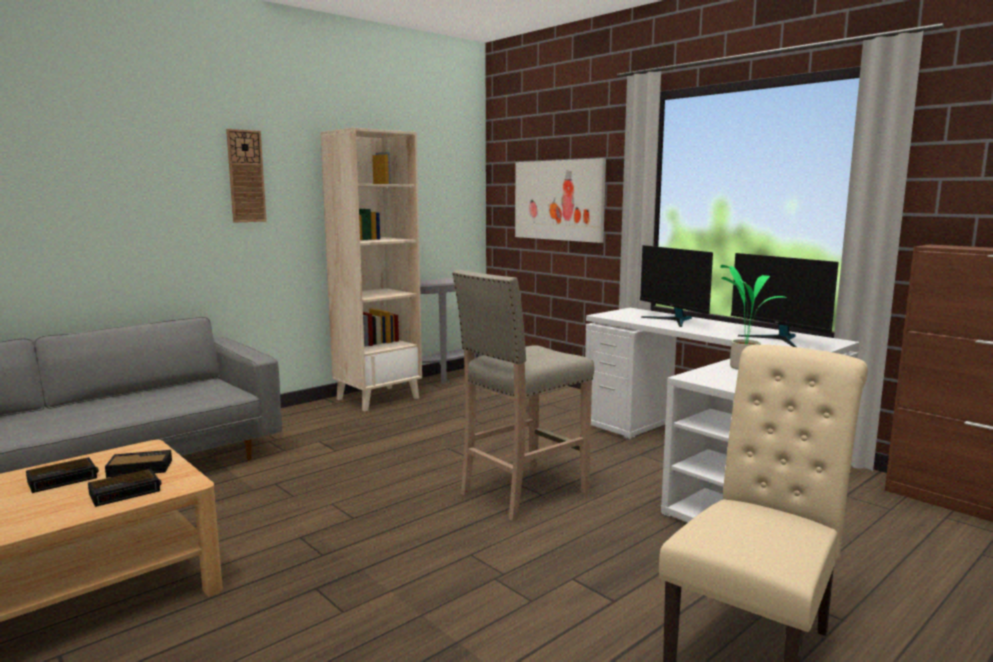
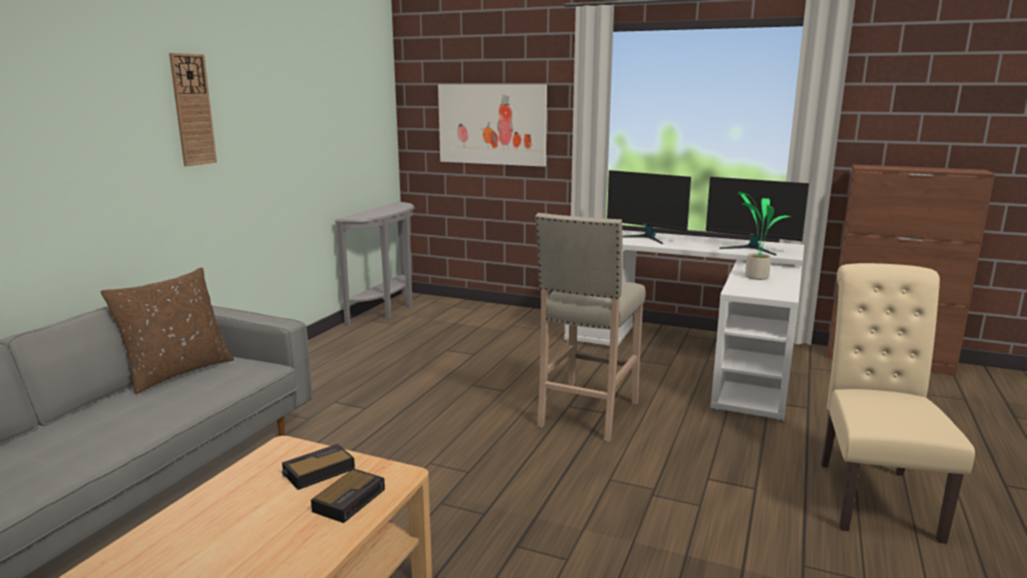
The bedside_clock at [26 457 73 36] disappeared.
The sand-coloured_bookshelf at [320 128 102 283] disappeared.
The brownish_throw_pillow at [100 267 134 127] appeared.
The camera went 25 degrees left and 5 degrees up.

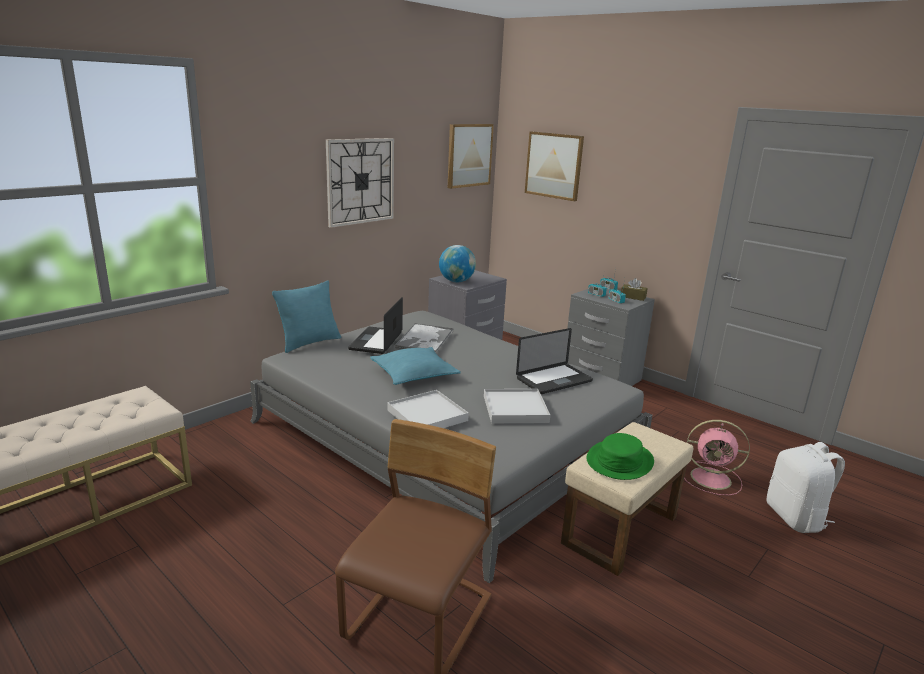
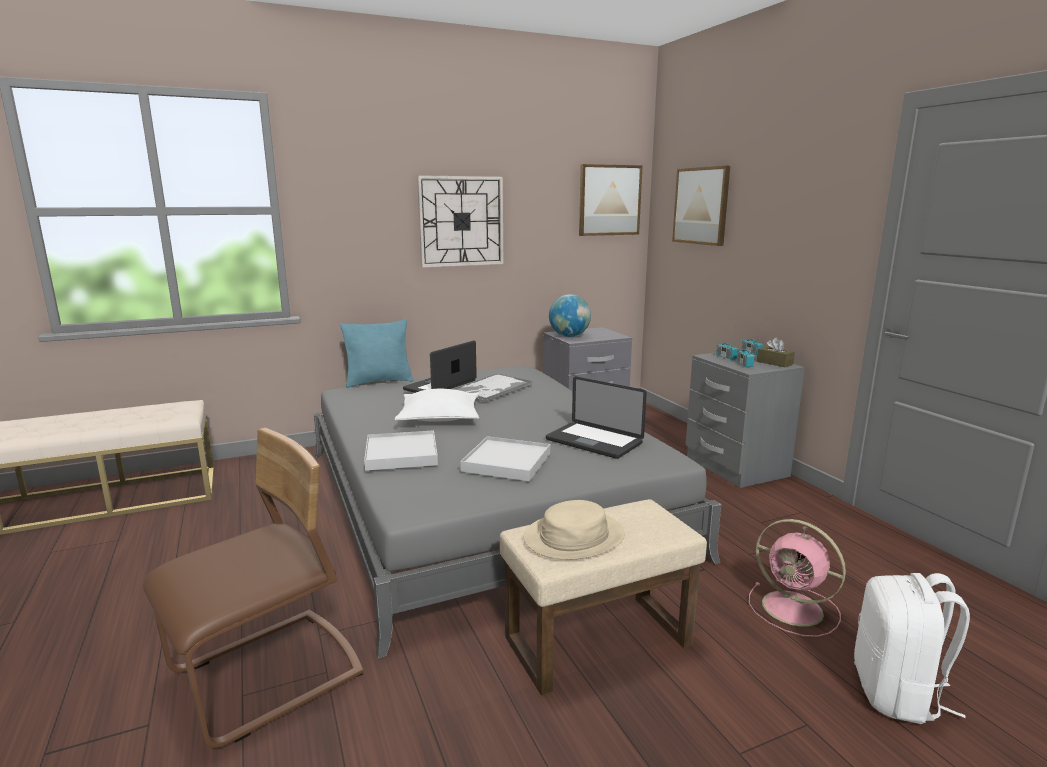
The turquoise_throw_pillow at [370 347 91 38] became the white_throw_pillow at [394 389 85 33].
The green_wearable_hat at [586 433 68 47] became the sand-coloured_wearable_hat at [523 500 102 60].
The laptop at [516 328 77 66] turned 45 degrees clockwise.
The camera went 25 degrees right and 5 degrees down.

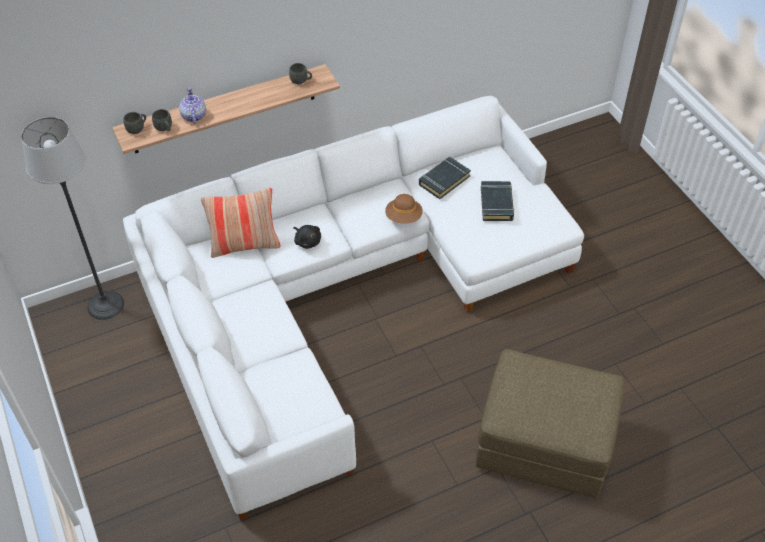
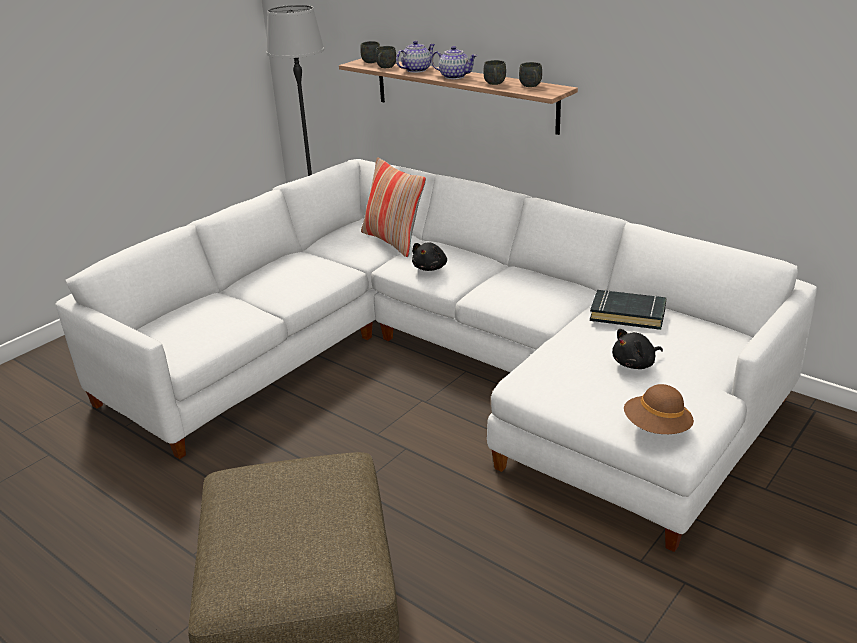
The tea_pot at [431 46 47 33] appeared.
The greyish_coffee_mug at [483 60 23 25] appeared.
The brownish_wearable_hat moved from [385 194 38 30] to [624 384 70 50].
The black_book at [481 181 33 40] was replaced by the black_soft_toy at [612 329 51 40].
The camera went 65 degrees right and 20 degrees down.

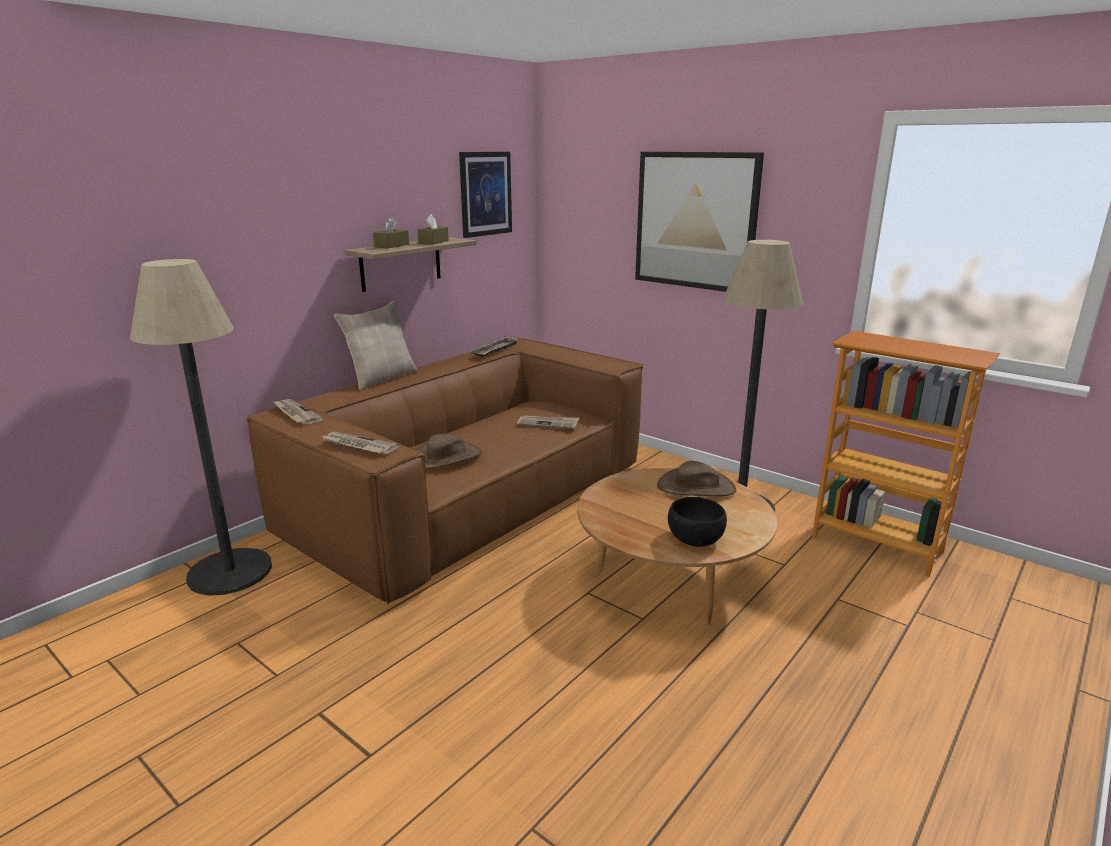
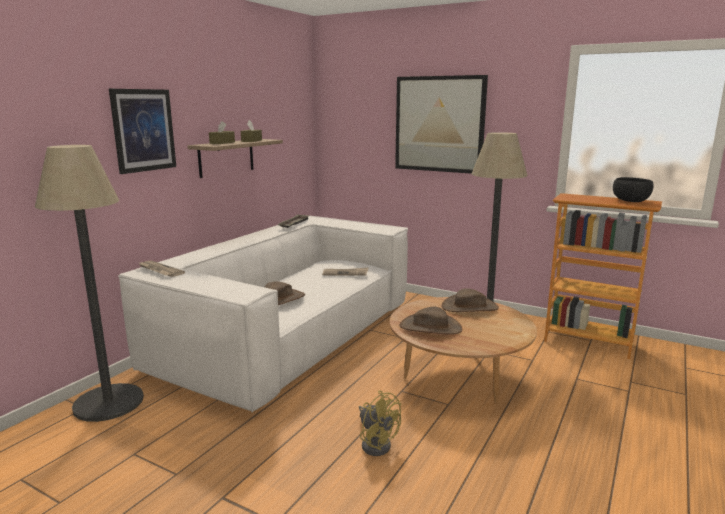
The printed_paper at [320 432 79 22] disappeared.
The sand-coloured_throw_pillow at [334 301 83 89] disappeared.
The yellow-coloured_fan at [359 391 42 65] appeared.
The brownish_wearable_hat at [399 307 63 28] appeared.
The wall_picture moved from [459 152 53 86] to [109 89 67 85].
The black_serving_bowl moved from [668 497 59 50] to [613 177 41 25].
The brownish_sofa at [246 338 398 266] became the white_sofa at [118 216 290 196].
The camera went 10 degrees left and 5 degrees down.

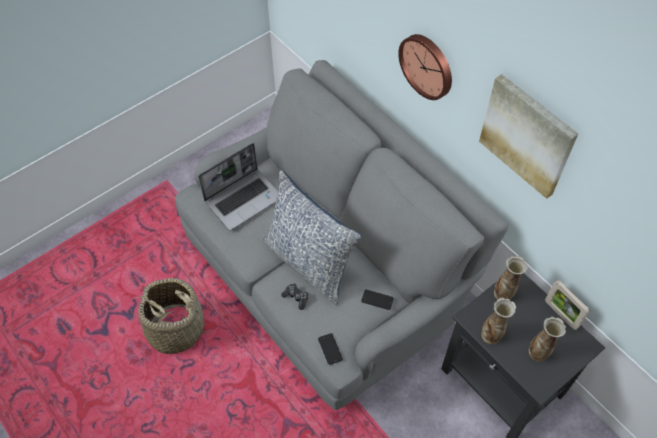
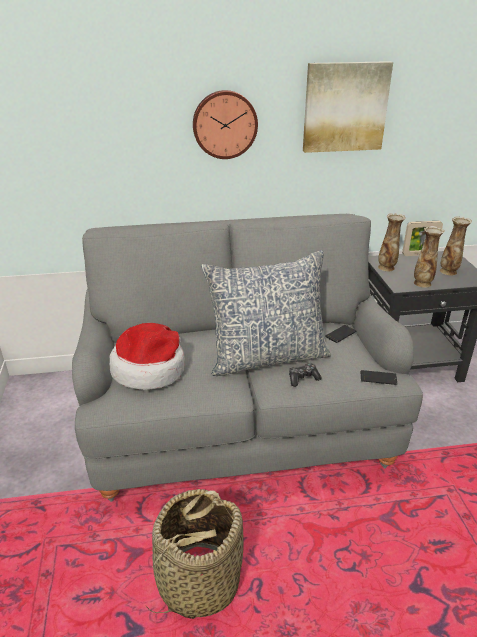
The laptop at [198 143 80 87] was replaced by the wearable_hat at [109 323 76 67].
The camera went 60 degrees left and 25 degrees down.

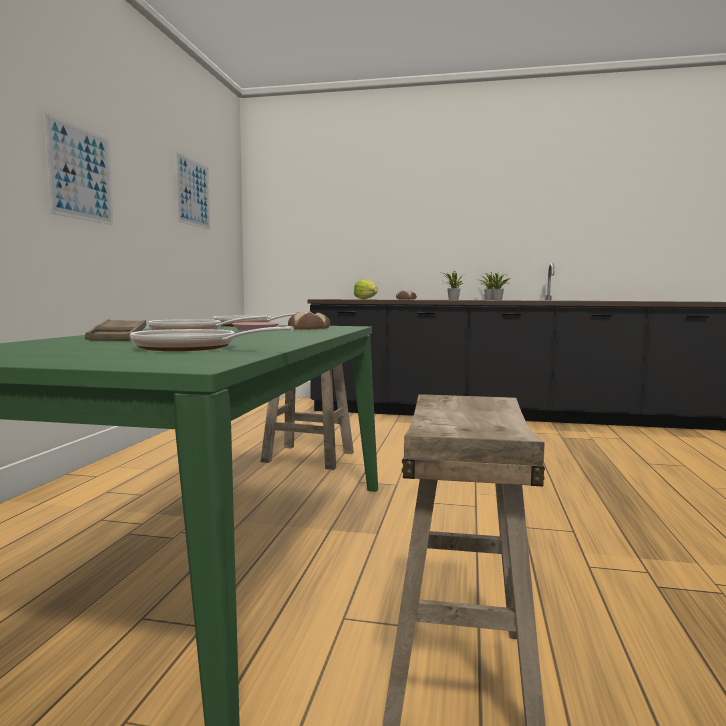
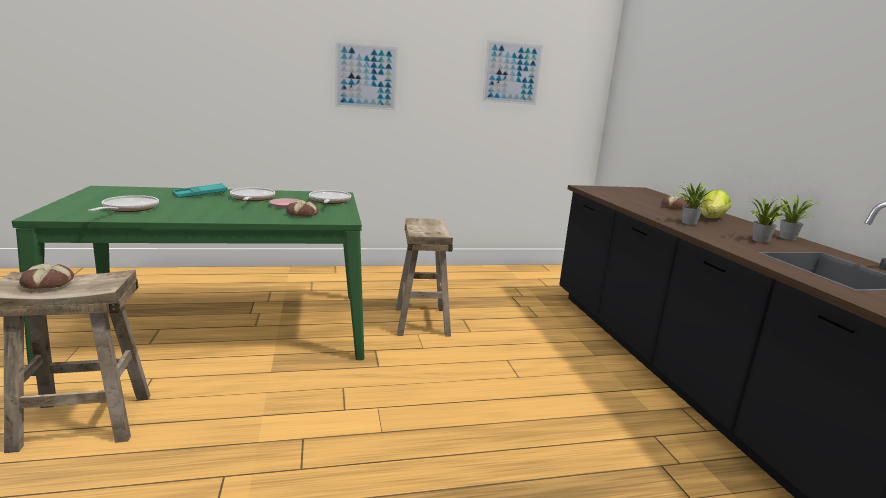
The baked_bread at [19 264 55 25] appeared.
The lettuce_head moved from [354 279 24 20] to [700 190 31 28].
The brownish_serving_tray at [85 319 61 22] became the turquoise_serving_tray at [173 183 55 15].
The camera went 65 degrees right and 10 degrees up.

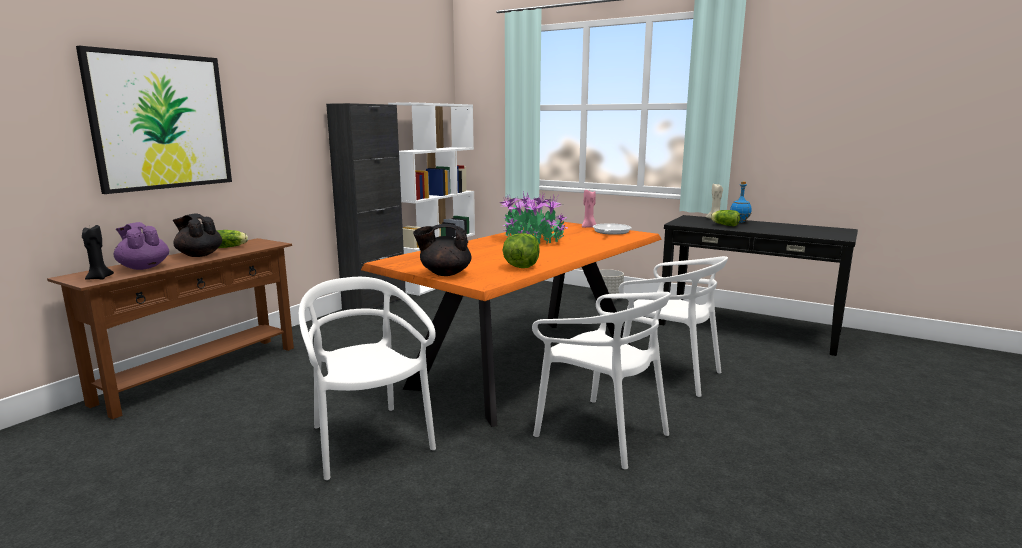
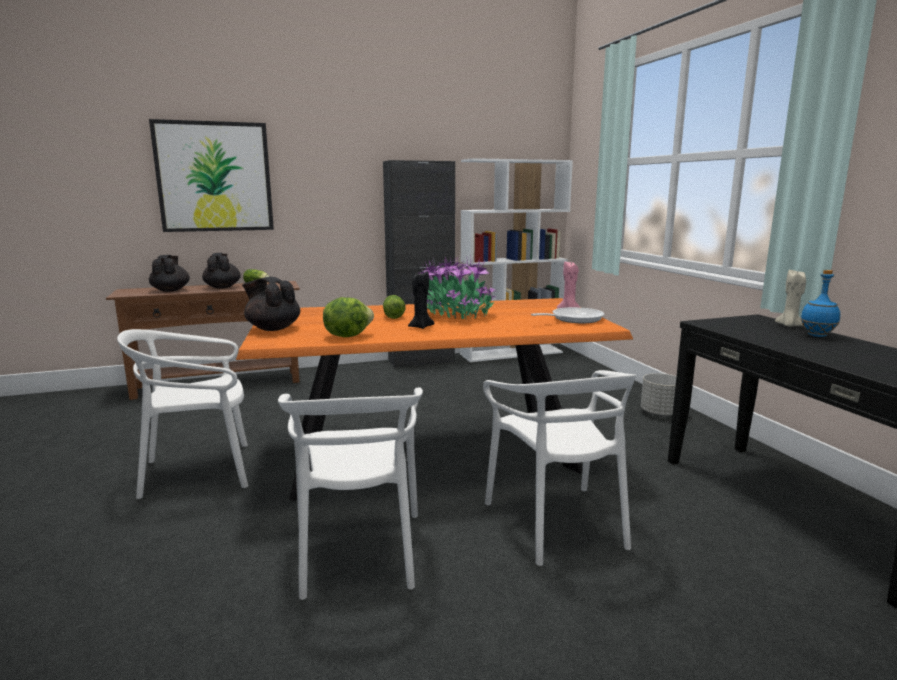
The black_wax_light moved from [82 225 32 55] to [408 271 27 58].
The lettuce_head moved from [710 210 30 16] to [383 295 22 24].
The purple-coloured_tea_pot at [114 222 55 48] became the black_tea_pot at [149 255 41 37].
The white_chair at [299 277 137 203] turned 120 degrees counterclockwise.
The camera went 40 degrees right and 0 degrees up.

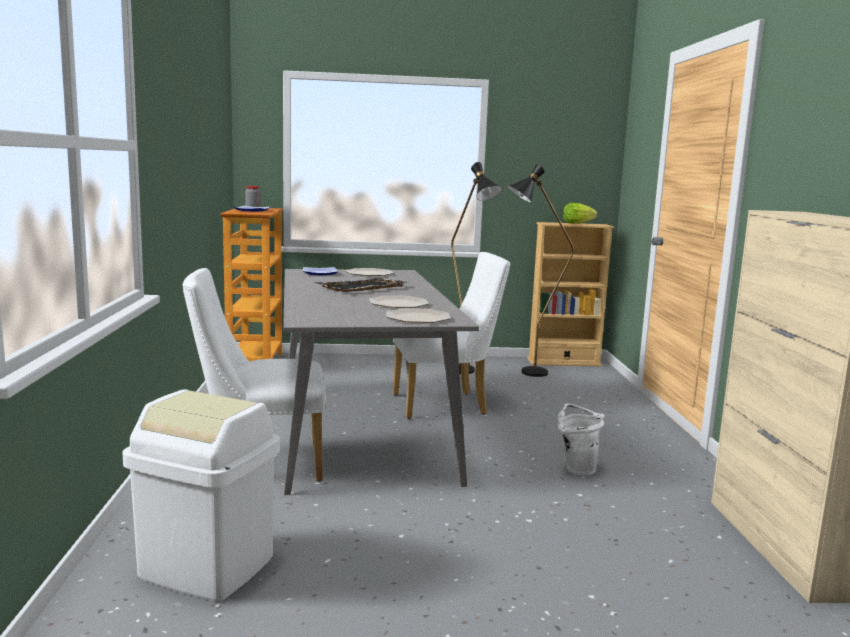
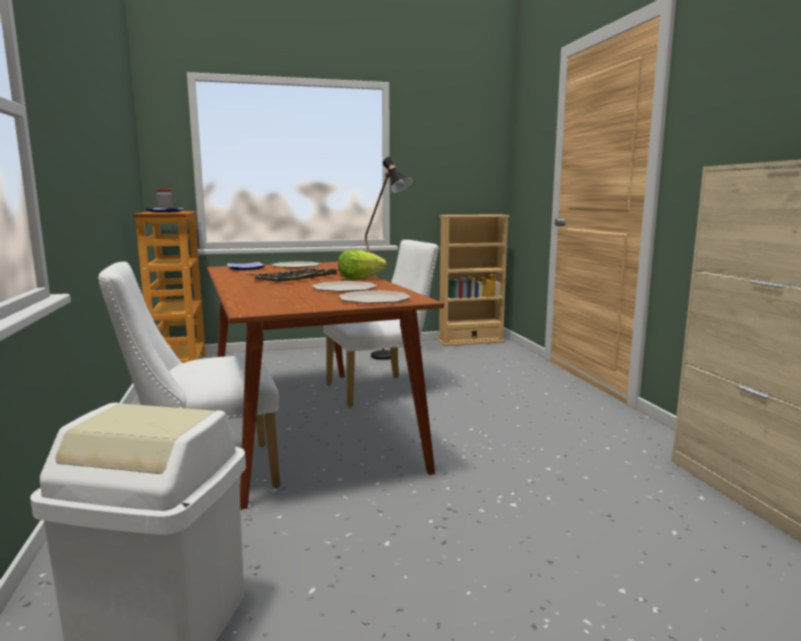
The black_standing_lamp at [507 164 67 213] disappeared.
The white_pail at [558 404 46 72] disappeared.
The lettuce_head moved from [563 203 34 21] to [338 250 49 29].
The greyish_dining_table at [283 269 196 226] became the brownish_dining_table at [207 262 237 248].
The camera went 10 degrees left and 0 degrees up.

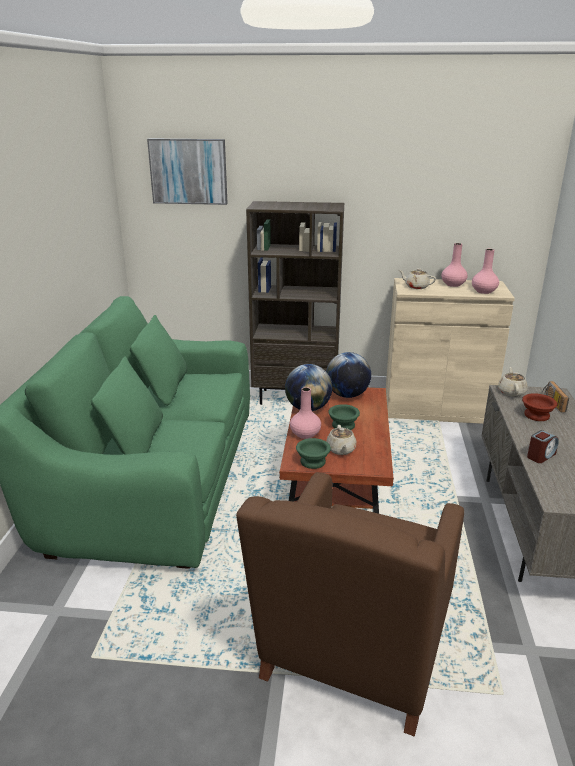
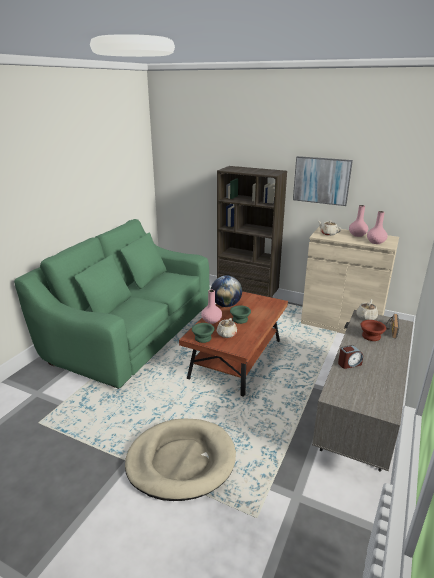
The globe at [326 352 45 46] disappeared.
The wall_picture moved from [147 138 81 67] to [293 156 60 50].
The brownish_armchair at [236 472 228 264] was replaced by the sand-coloured_pet_bed at [125 418 111 83].
The camera went 20 degrees right and 0 degrees up.

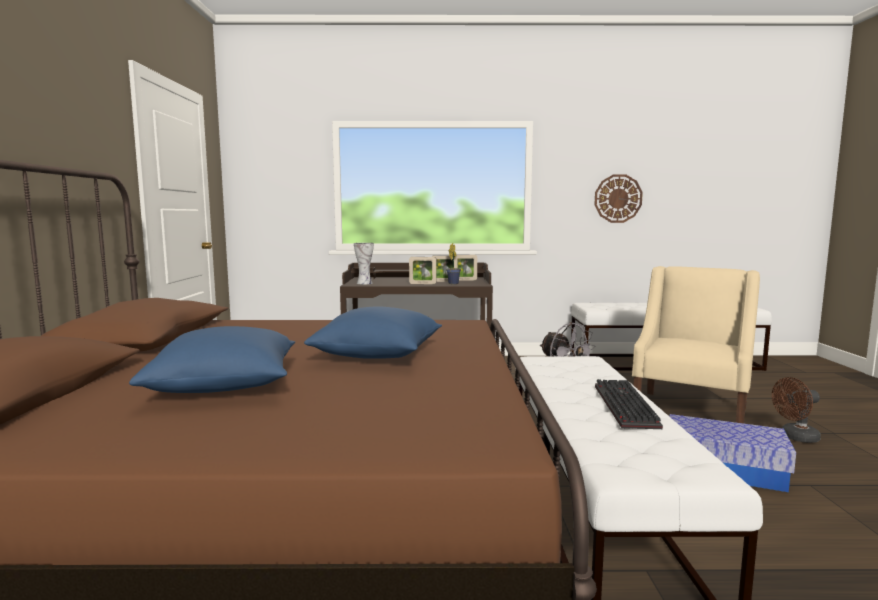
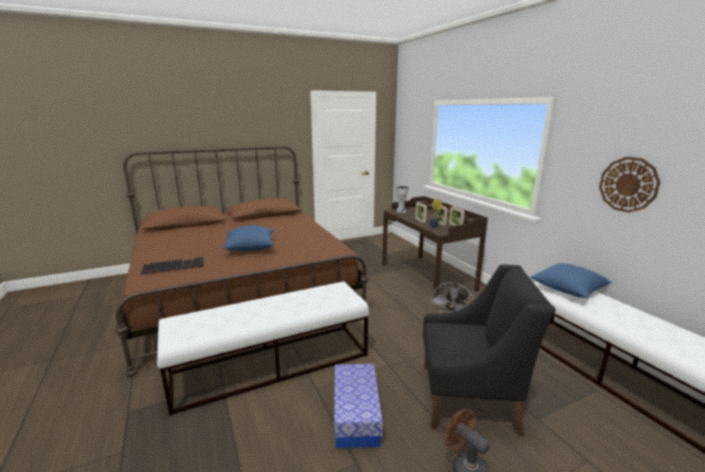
The bluish_throw_pillow moved from [129 326 166 67] to [530 263 82 35].
The keyboard moved from [595 379 68 50] to [141 257 63 18].
The sand-coloured_armchair at [632 266 128 158] became the black_armchair at [423 264 133 172].
The camera went 65 degrees right and 10 degrees up.

